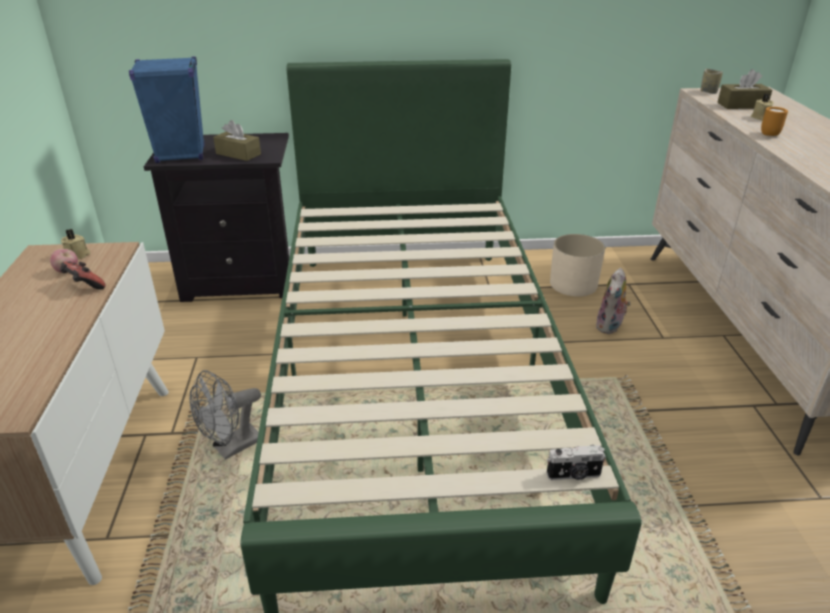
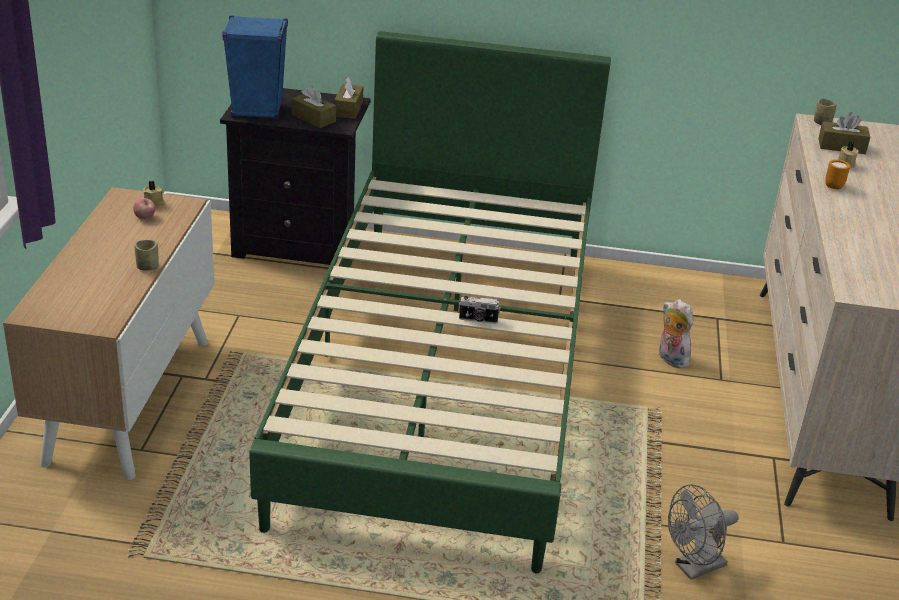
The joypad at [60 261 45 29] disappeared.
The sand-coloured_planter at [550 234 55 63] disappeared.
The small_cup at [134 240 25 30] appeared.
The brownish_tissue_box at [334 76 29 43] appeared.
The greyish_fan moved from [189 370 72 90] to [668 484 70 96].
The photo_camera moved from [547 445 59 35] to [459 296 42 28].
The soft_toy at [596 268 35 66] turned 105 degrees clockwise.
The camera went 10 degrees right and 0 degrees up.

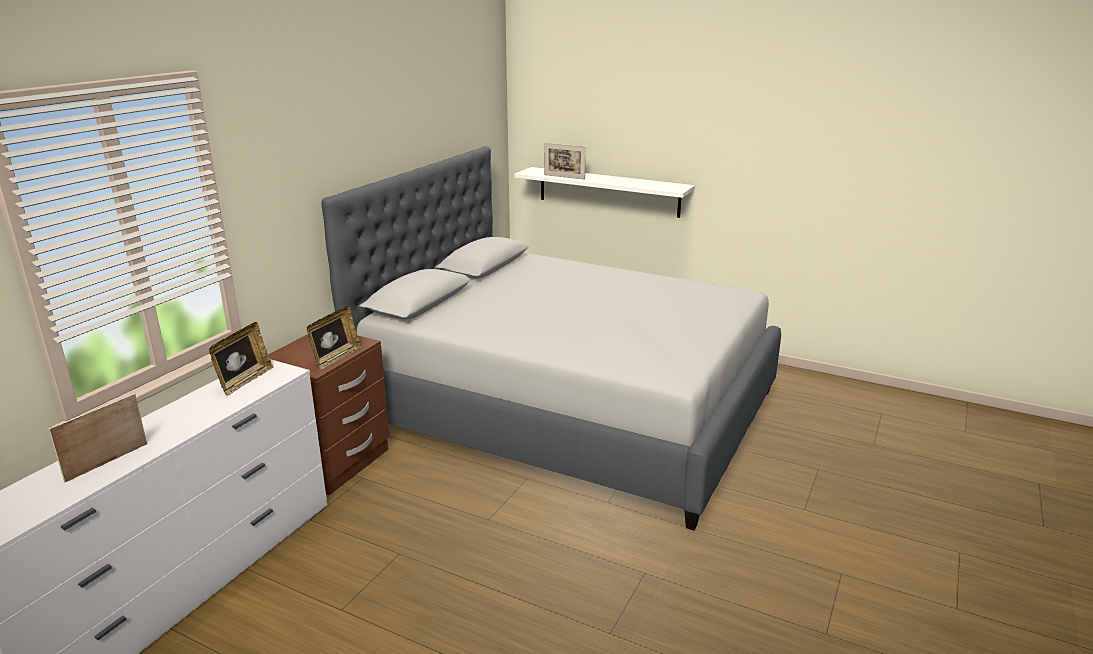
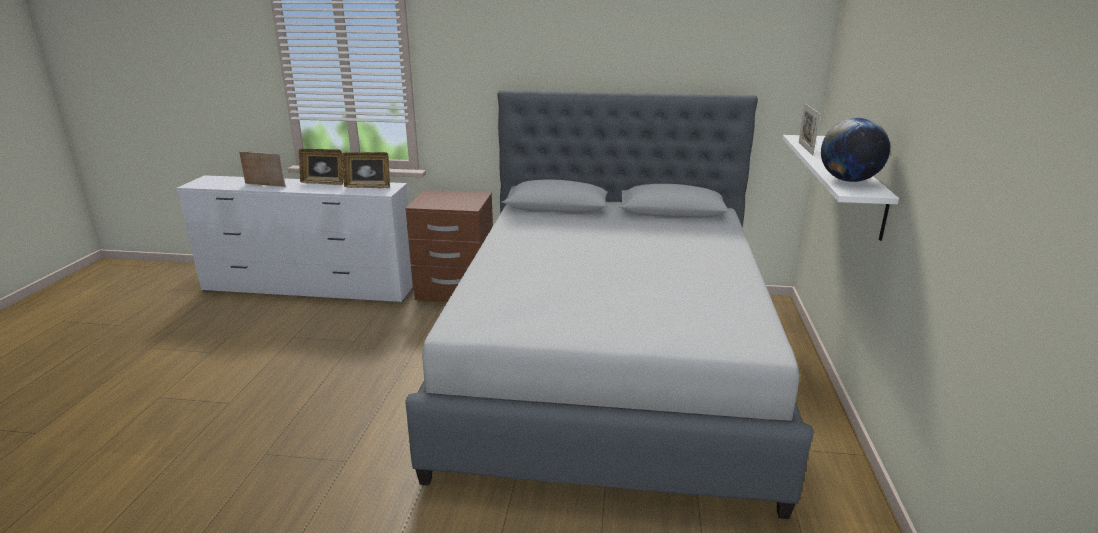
The globe at [821 118 69 64] appeared.
The standing_frame moved from [306 306 56 64] to [298 149 45 36].
The camera went 70 degrees right and 0 degrees up.

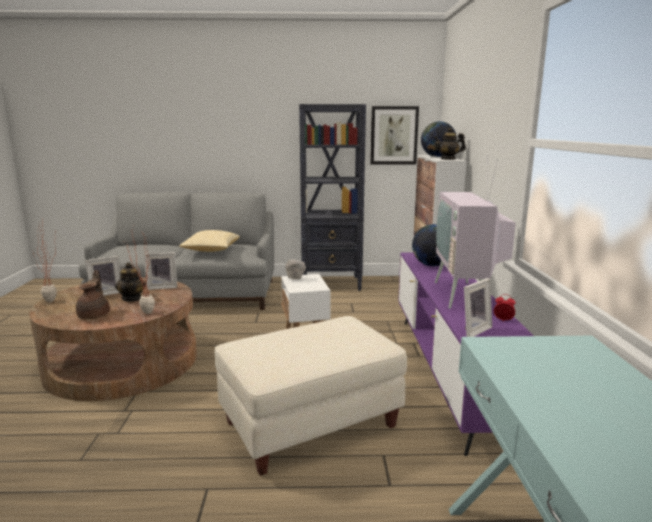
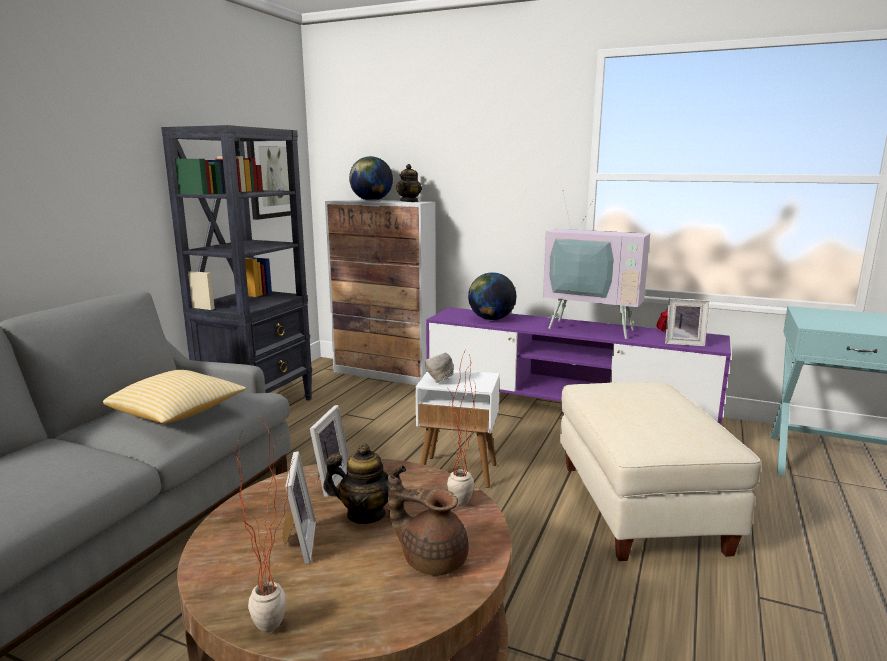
The standing_frame at [464 278 28 59] turned 120 degrees clockwise.
The camera went 65 degrees left and 0 degrees up.

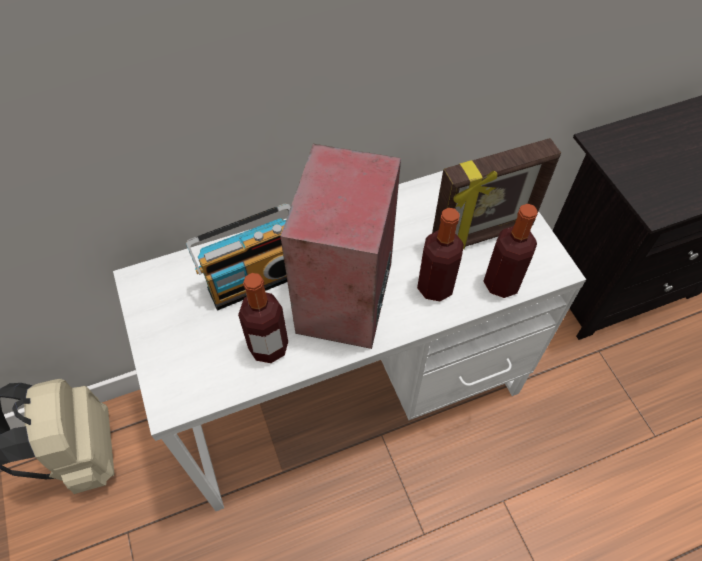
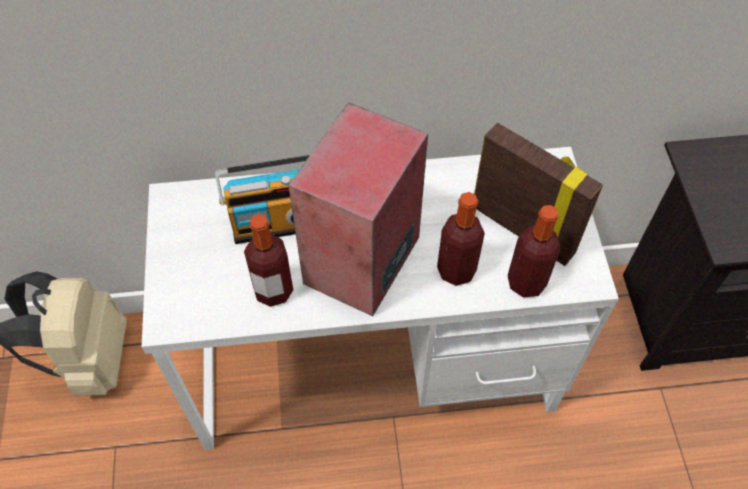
The standing_frame at [432 138 129 111] turned 135 degrees counterclockwise.
The camera went 15 degrees right and 0 degrees up.

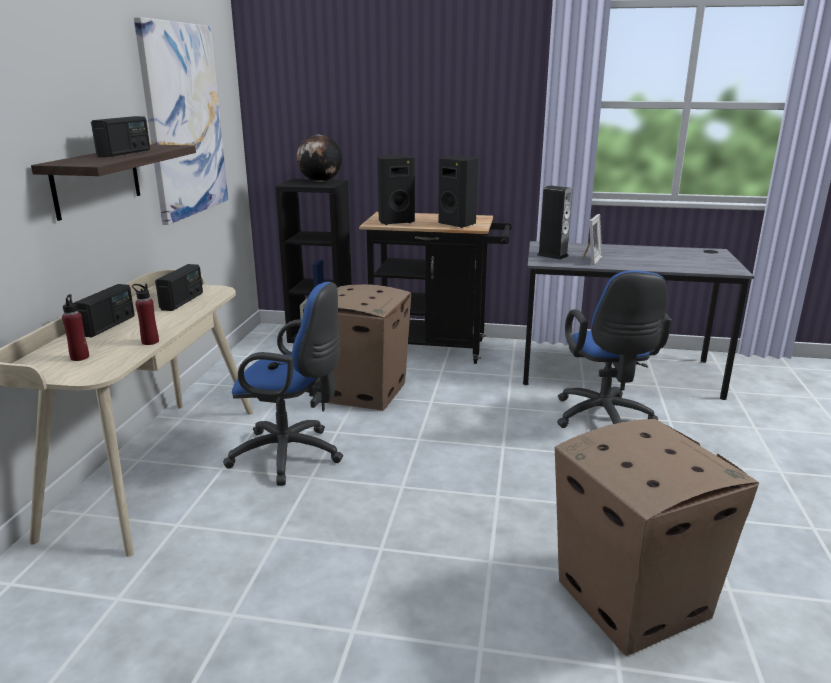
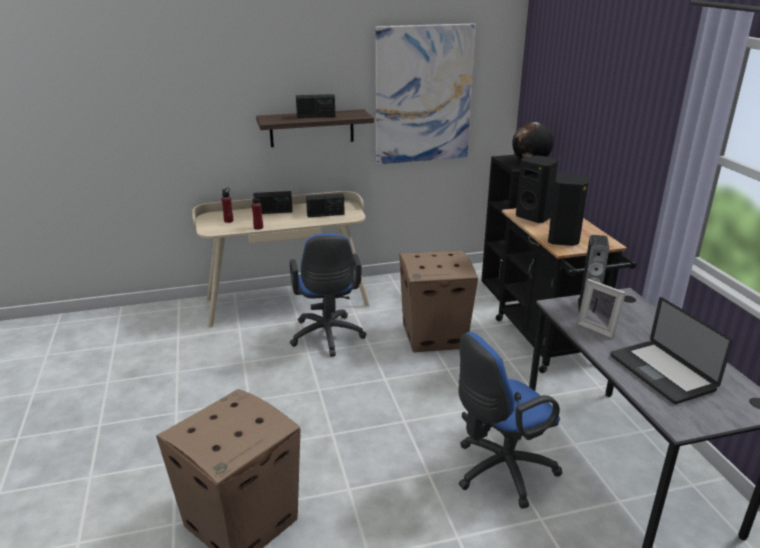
The laptop at [610 297 123 107] appeared.
The standing_frame at [583 214 19 51] turned 45 degrees clockwise.
The camera went 65 degrees right and 5 degrees up.

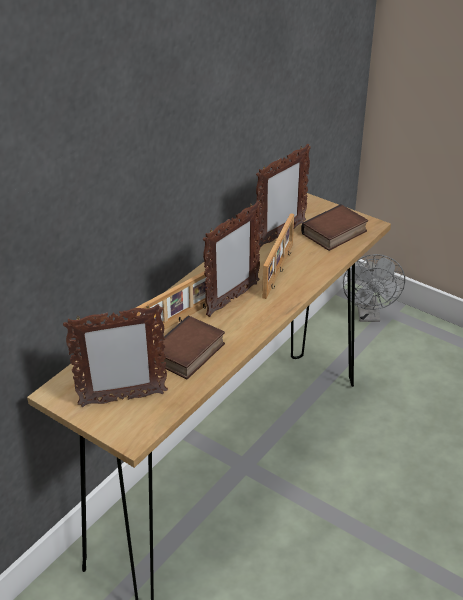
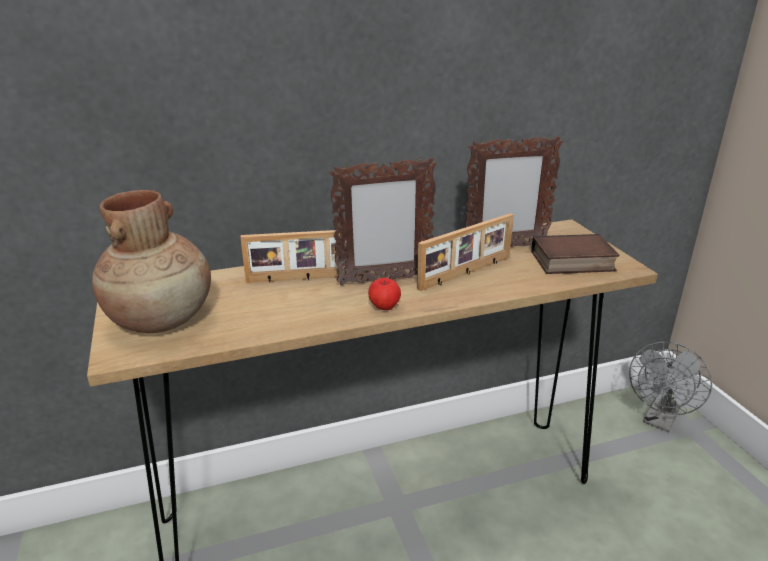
The book at [154 316 71 63] disappeared.
The apple_fruit at [368 278 33 32] appeared.
The standing_frame at [63 304 105 103] was replaced by the brownish_decorative_vase at [92 190 119 143].
The camera went 35 degrees right and 10 degrees down.

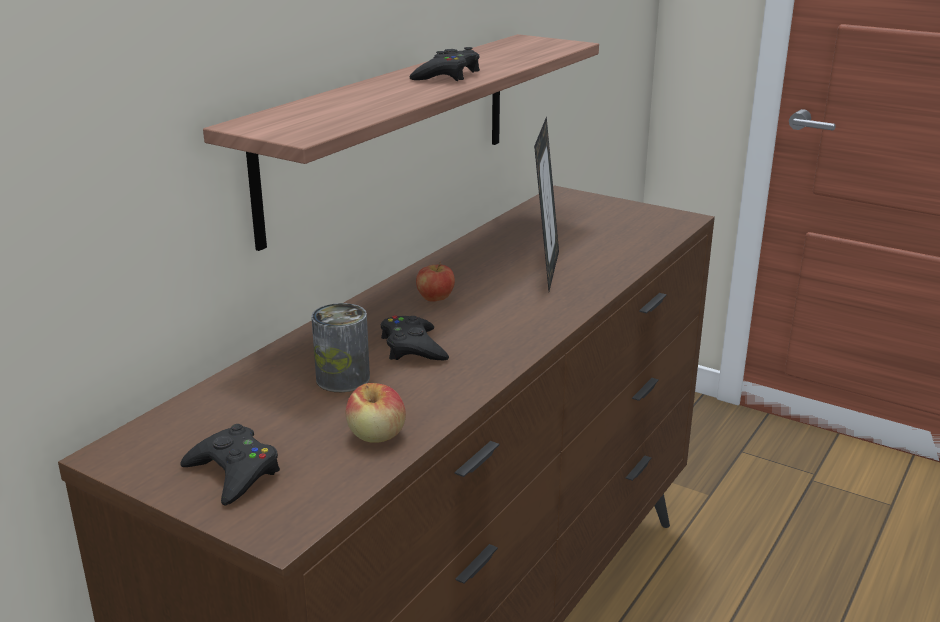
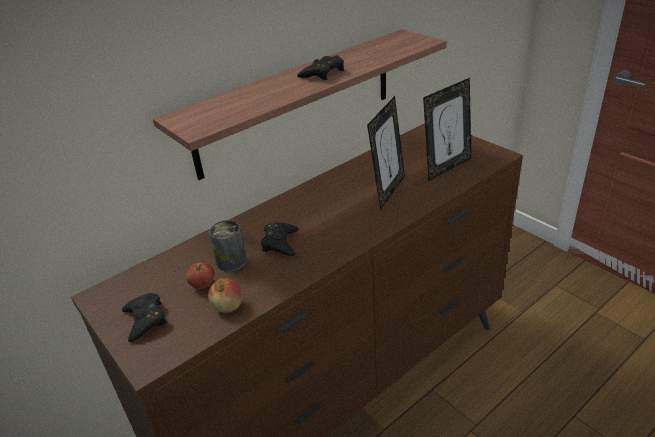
The standing_frame at [423 78 48 103] appeared.
The apple_fruit moved from [416 262 39 39] to [186 262 29 27].
The camera went 20 degrees right and 10 degrees up.

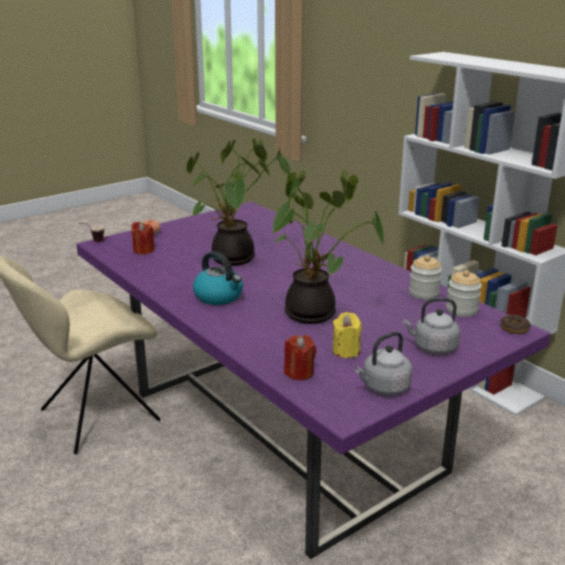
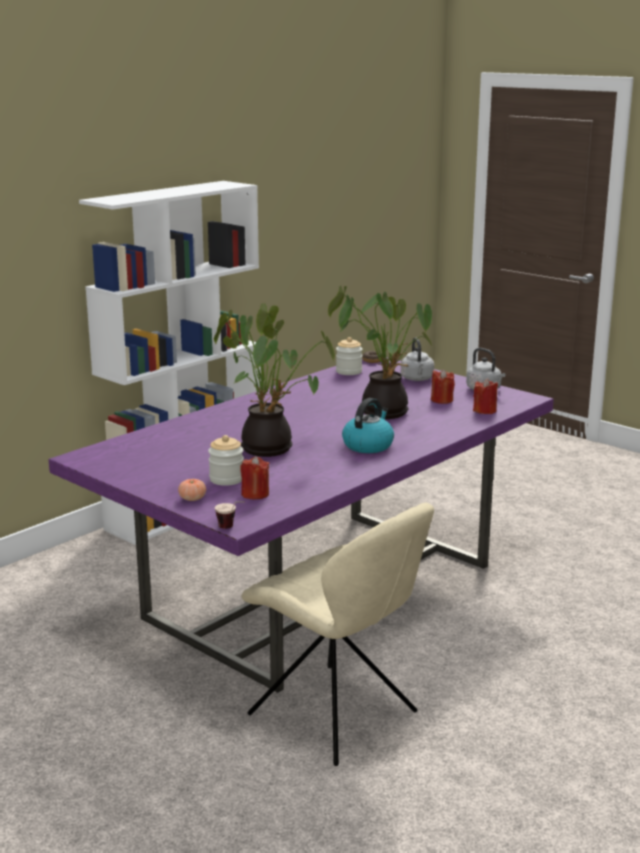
The jar moved from [409 255 33 45] to [208 435 36 51].
The yellow-coloured_wax_light at [333 312 29 46] became the red-coloured_wax_light at [431 369 24 35].
The camera went 100 degrees left and 5 degrees down.

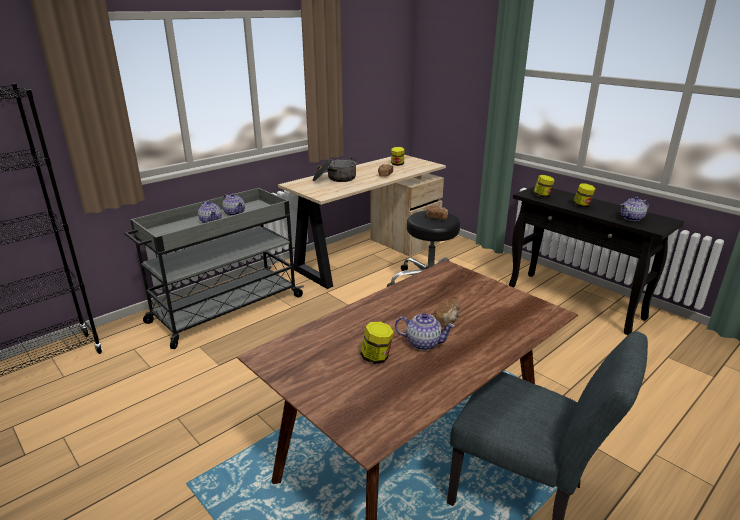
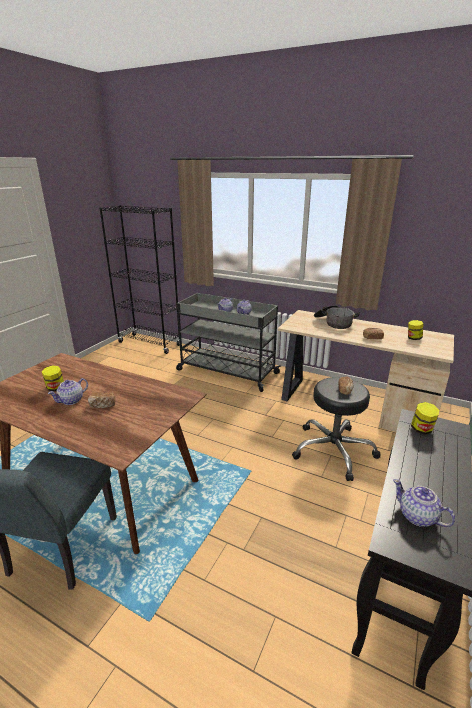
The jar at [573 184 23 23] disappeared.
The tea_pot at [395 313 60 38] turned 45 degrees clockwise.
The camera went 70 degrees right and 0 degrees up.

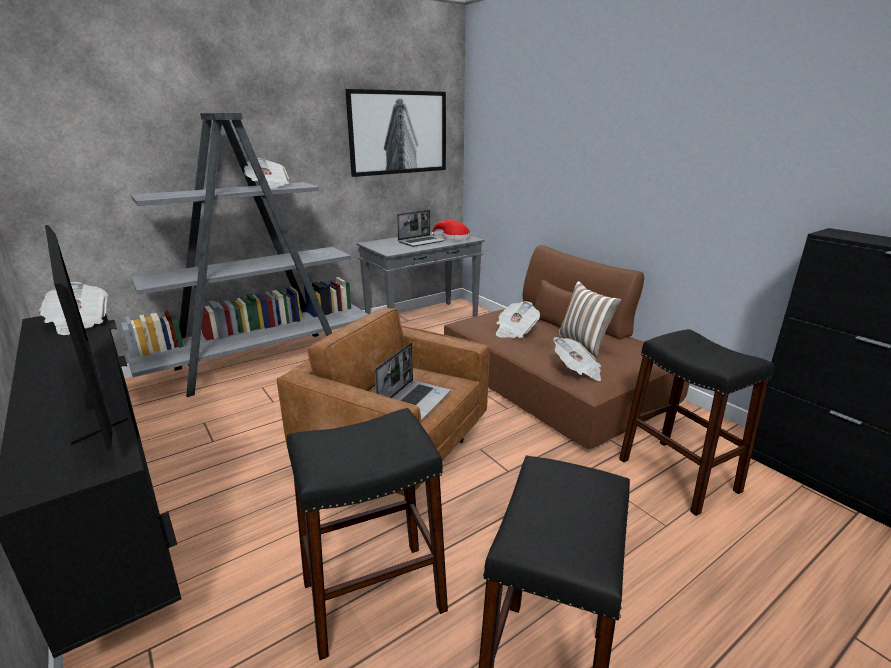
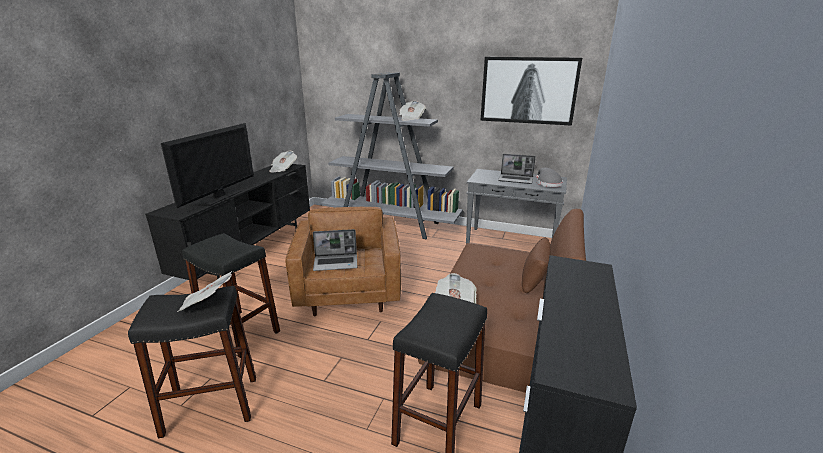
The throw_pillow at [558 281 64 76] disappeared.
The printed_paper moved from [496 301 44 37] to [177 271 55 41].
The red-coloured_wearable_hat at [431 220 40 20] became the greyish_wearable_hat at [536 167 27 20].
The camera went 55 degrees right and 0 degrees up.

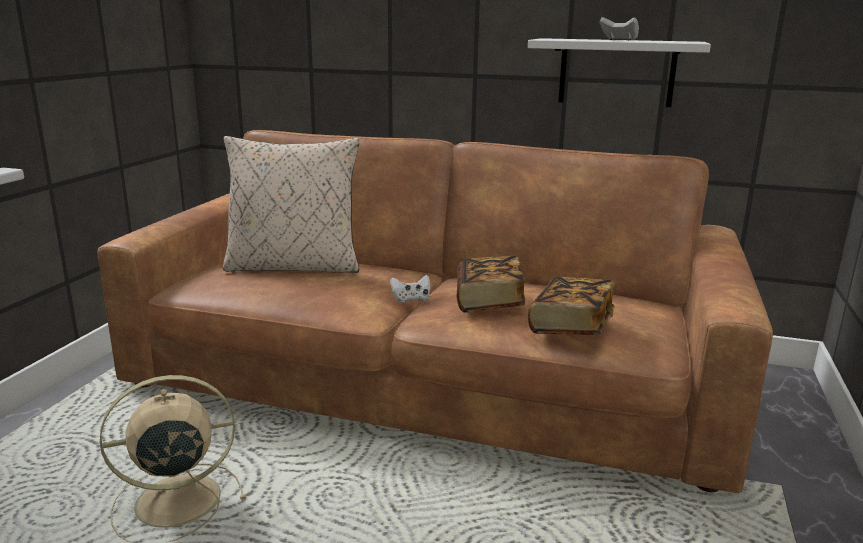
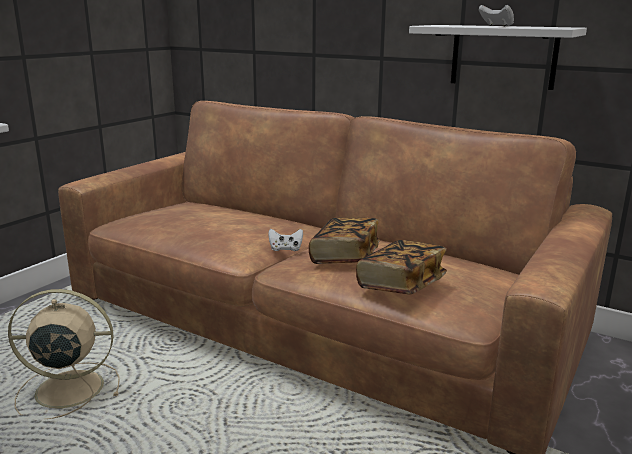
The sand-coloured_throw_pillow at [223 136 137 137] disappeared.
The camera went 15 degrees right and 0 degrees up.

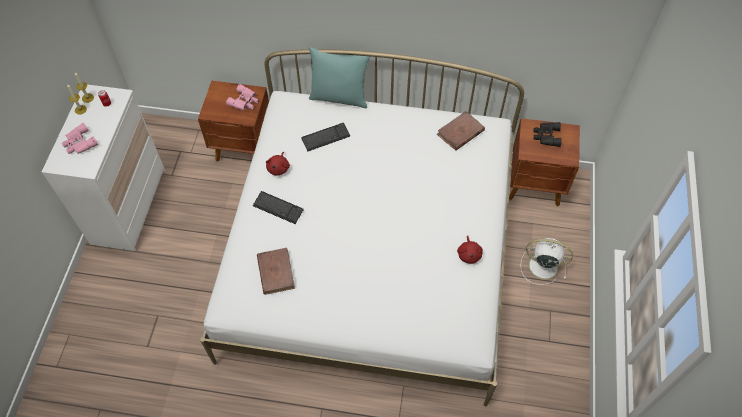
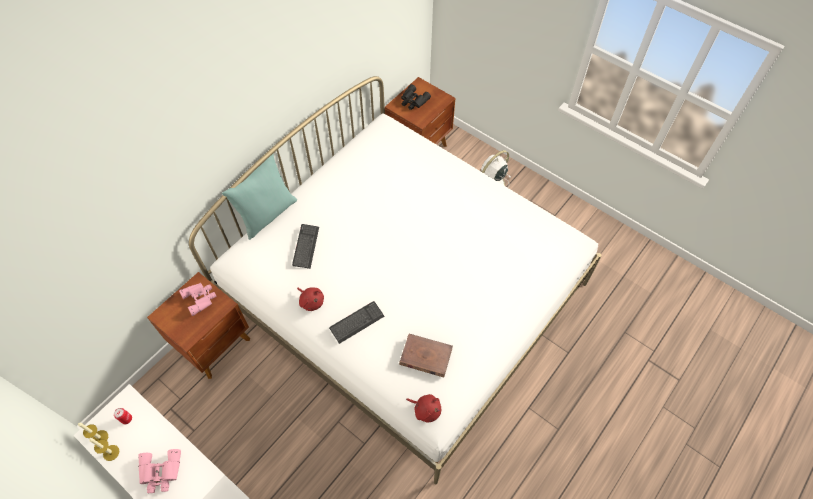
The brownish_book at [437 111 48 40] disappeared.
The red-coloured_soft_toy moved from [457 236 26 28] to [406 394 35 29].
The camera went 60 degrees left and 0 degrees up.

